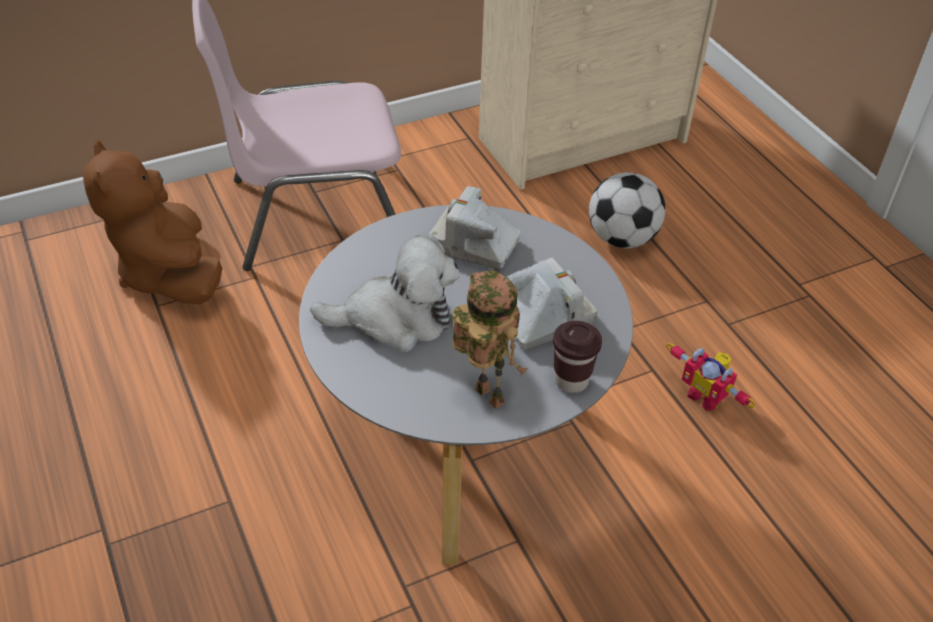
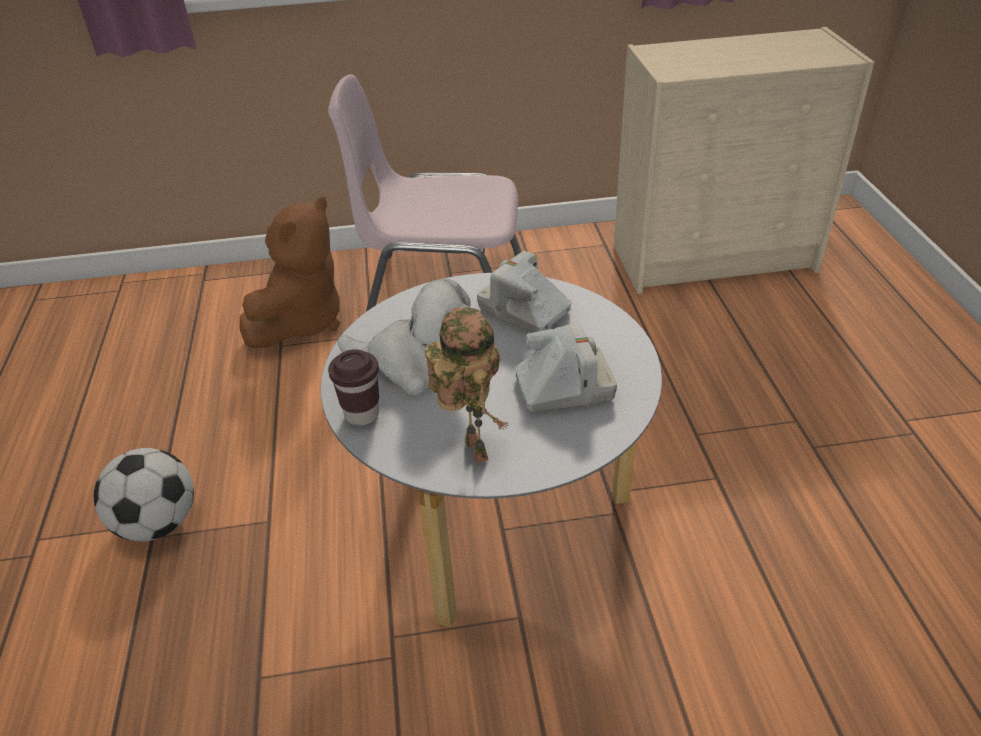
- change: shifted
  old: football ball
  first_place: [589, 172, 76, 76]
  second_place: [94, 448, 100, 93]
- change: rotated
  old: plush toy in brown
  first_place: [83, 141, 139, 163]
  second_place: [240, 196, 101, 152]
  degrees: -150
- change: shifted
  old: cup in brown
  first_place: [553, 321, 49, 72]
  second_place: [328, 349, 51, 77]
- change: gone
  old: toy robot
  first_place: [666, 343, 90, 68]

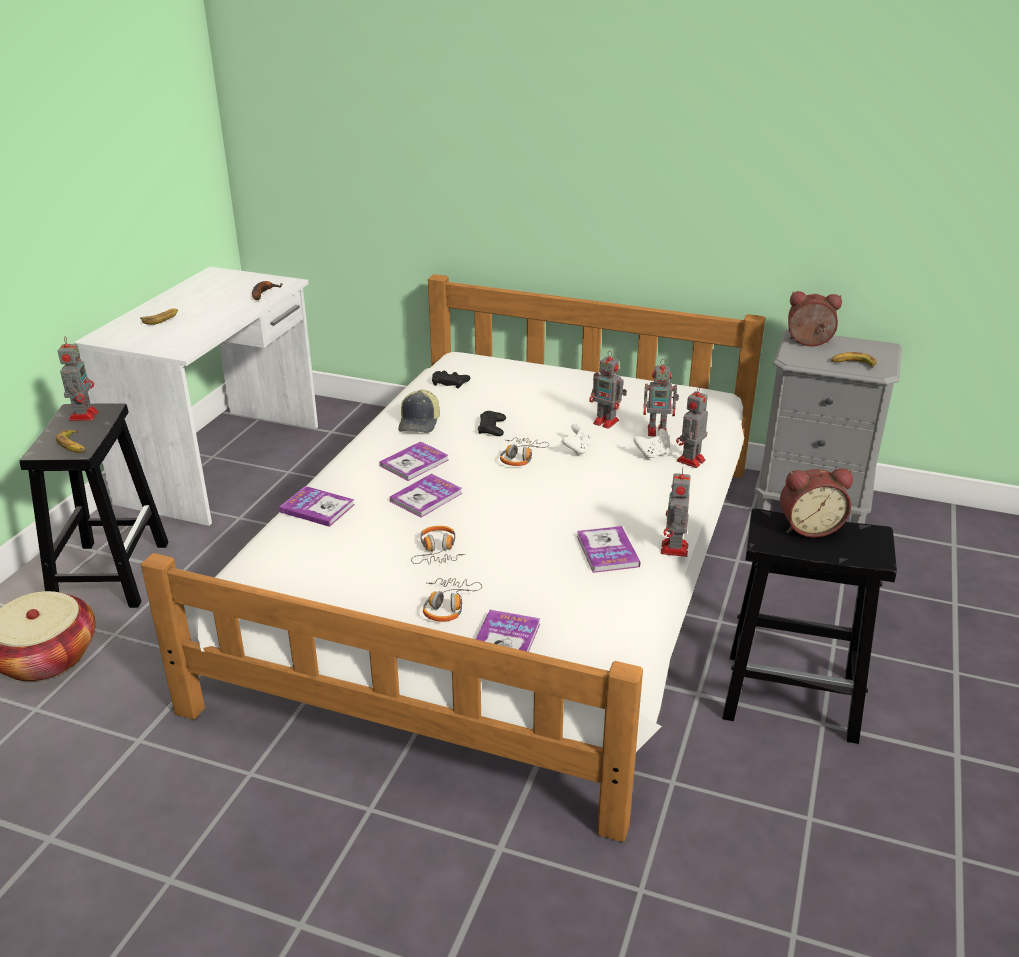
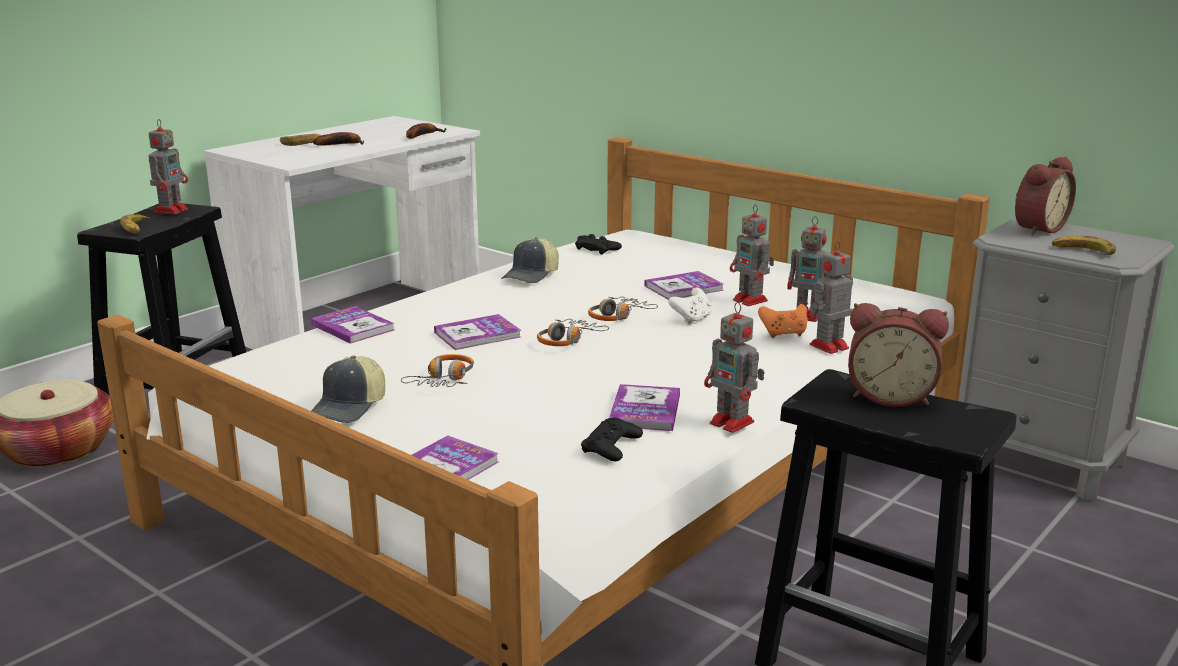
- change: new
  new: baseball cap
  second_place: [311, 355, 74, 68]
- change: new
  new: whole banana
  second_place: [312, 132, 52, 14]
- change: shifted
  old: headphones
  first_place: [423, 578, 59, 44]
  second_place: [537, 319, 72, 27]
- change: shifted
  old: gamepad in black
  first_place: [478, 411, 28, 25]
  second_place: [581, 417, 62, 44]
- change: shifted
  old: volume
  first_place: [379, 442, 69, 39]
  second_place: [644, 271, 80, 29]
- change: rotated
  old: toy robot
  first_place: [661, 468, 30, 89]
  second_place: [704, 302, 61, 131]
  degrees: -75
- change: repainted
  old: gamepad in white
  new: gamepad in orange-coloured
  first_place: [633, 429, 37, 30]
  second_place: [758, 304, 50, 34]
- change: rotated
  old: table clock
  first_place: [788, 291, 54, 56]
  second_place: [1015, 157, 61, 79]
  degrees: 105

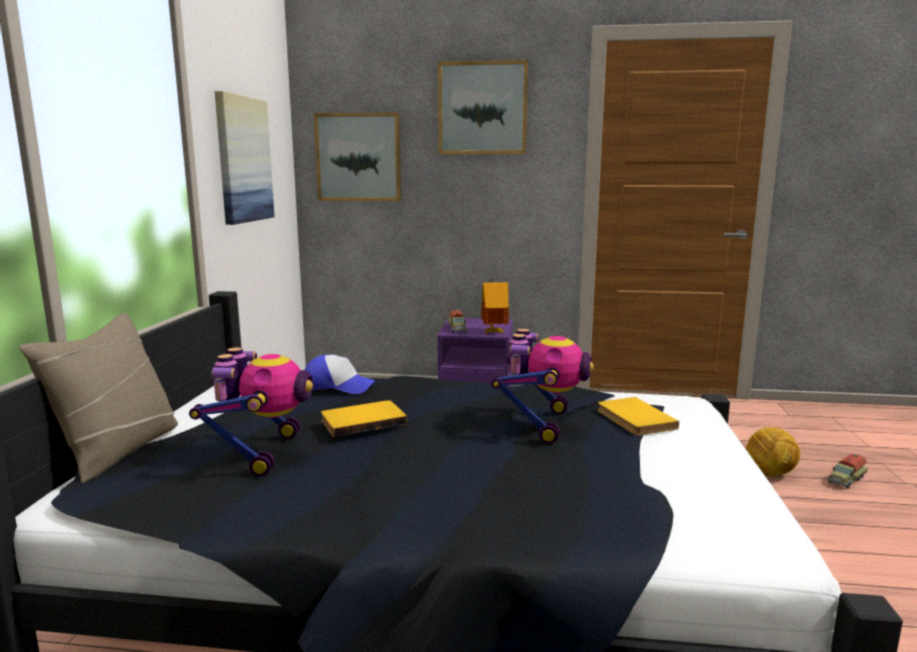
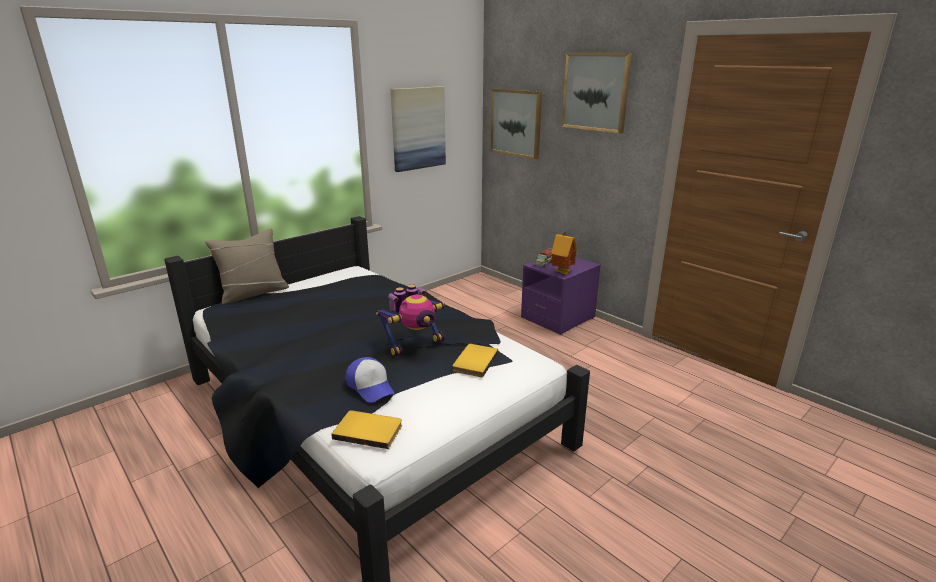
- change: shifted
  old: volume in yellow-coloured
  first_place: [321, 400, 86, 37]
  second_place: [332, 410, 70, 39]
- change: shifted
  old: baseball cap
  first_place: [305, 355, 71, 39]
  second_place: [346, 357, 49, 46]
- change: gone
  old: toy robot
  first_place: [189, 347, 124, 129]
- change: gone
  old: football ball
  first_place: [746, 427, 54, 49]
- change: gone
  old: toy truck
  first_place: [828, 454, 40, 35]

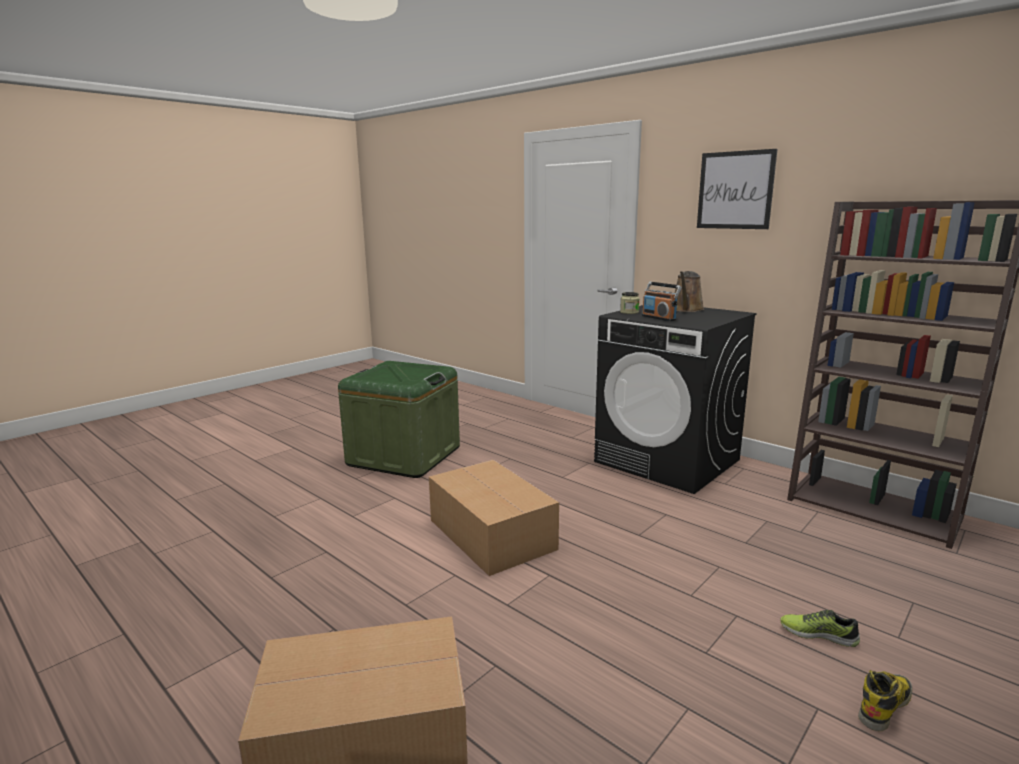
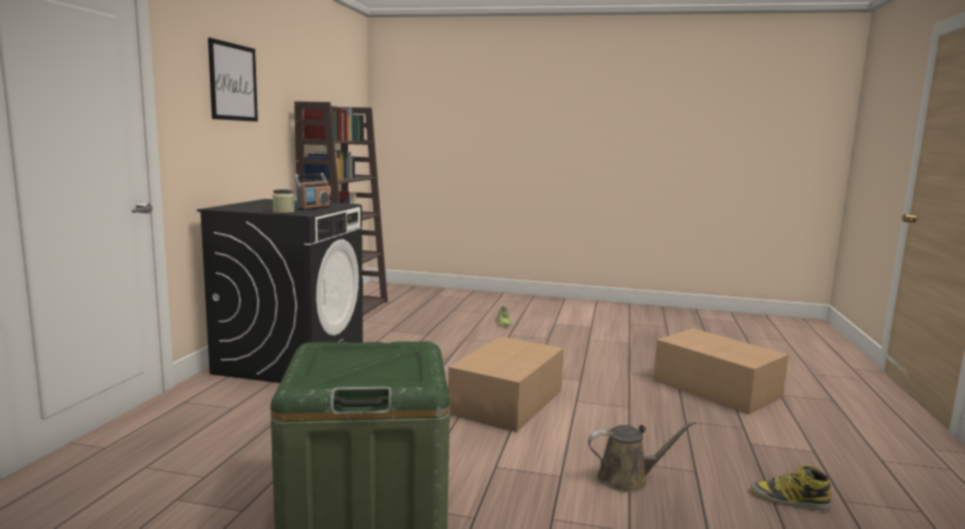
- change: shifted
  old: sprinkling can in brown
  first_place: [675, 271, 29, 41]
  second_place: [588, 421, 108, 72]
- change: shifted
  old: high-top boot
  first_place: [858, 670, 54, 61]
  second_place: [751, 464, 80, 46]

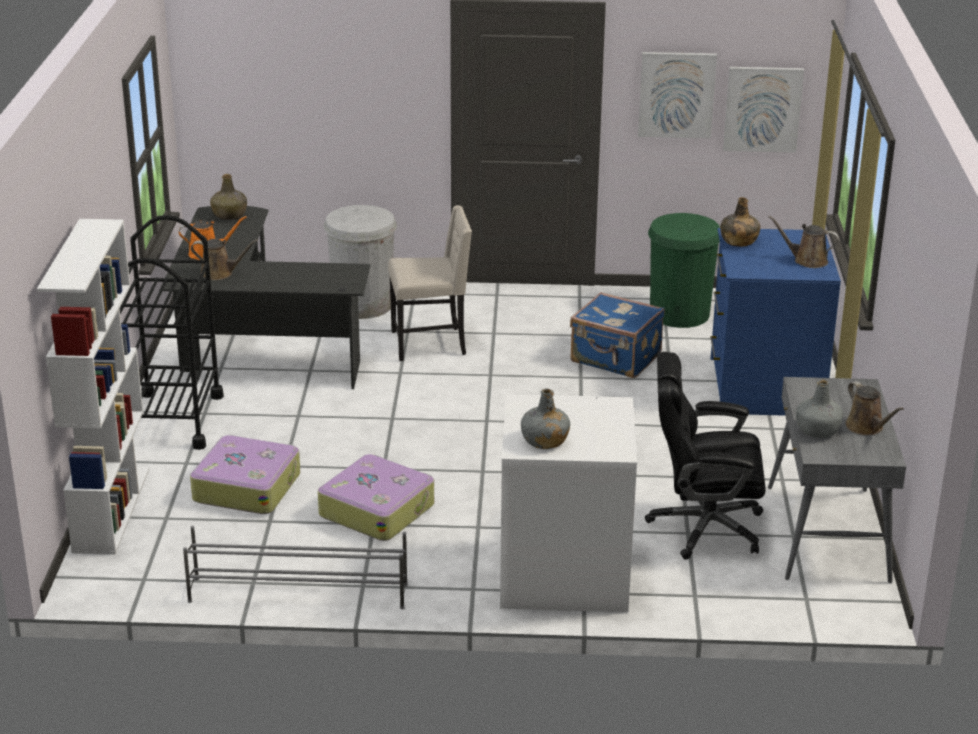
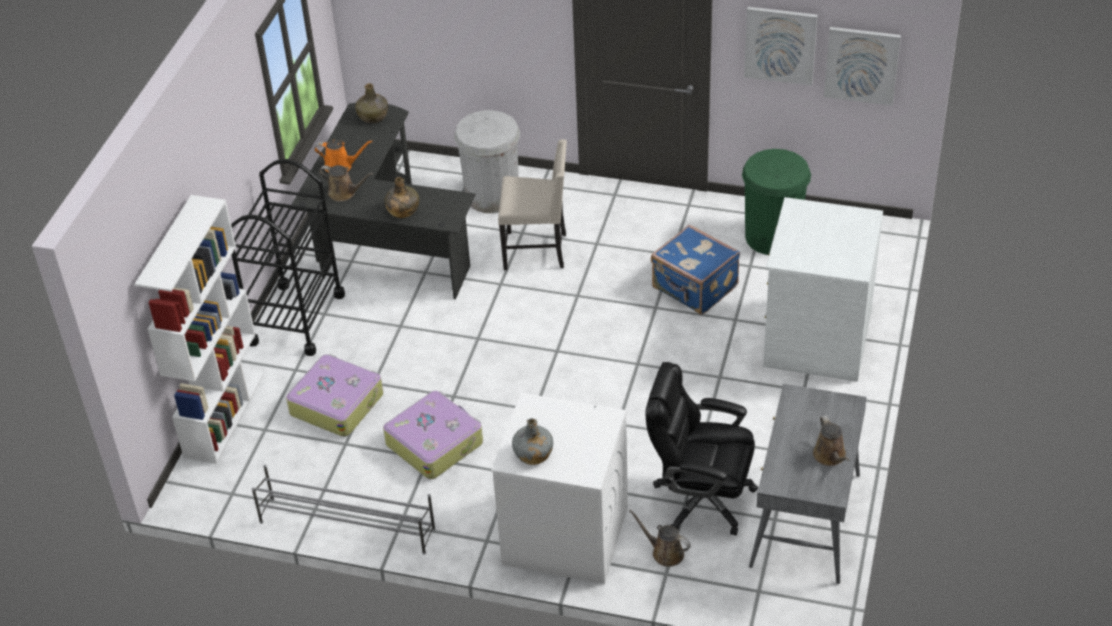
- change: shifted
  old: beverage bottle in green
  first_place: [720, 197, 40, 50]
  second_place: [385, 177, 34, 41]
- change: shifted
  old: sprinkling can in brown
  first_place: [769, 216, 70, 52]
  second_place: [629, 510, 62, 57]
- change: repainted
  old: dresser in blue
  new: dresser in white
  first_place: [710, 228, 131, 188]
  second_place: [763, 197, 120, 185]
- change: gone
  old: beverage bottle in greyish
  first_place: [796, 380, 47, 58]

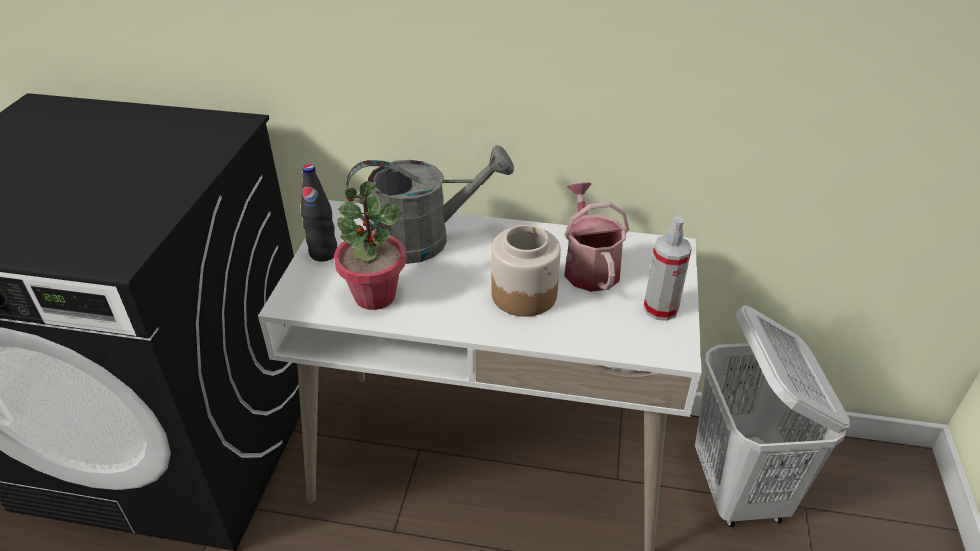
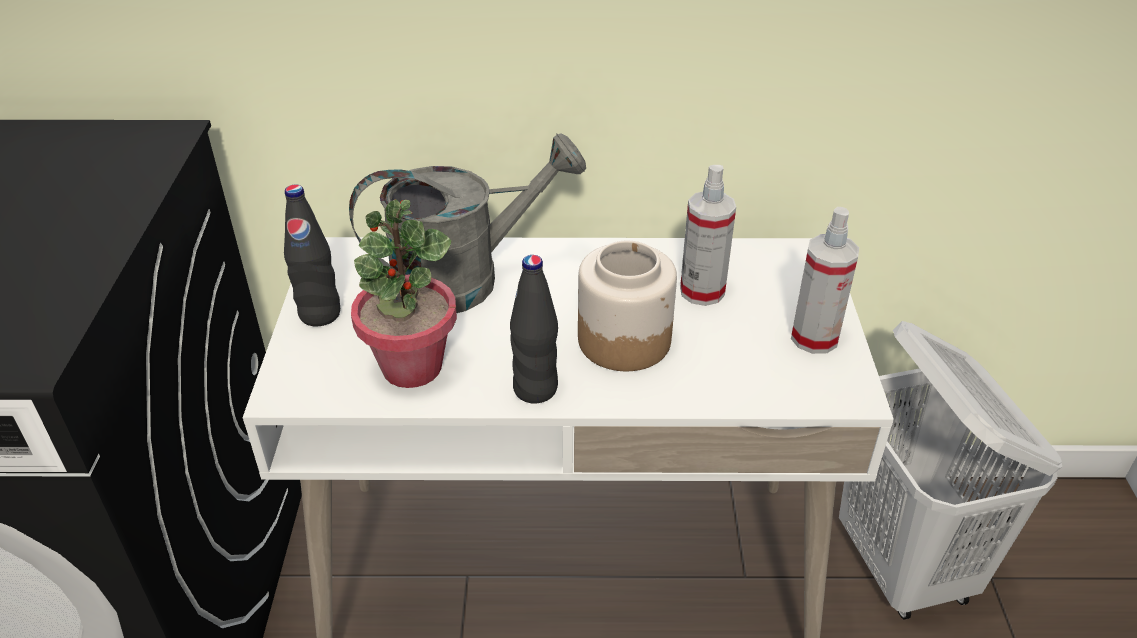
- change: new
  new: beverage bottle in black
  second_place: [510, 255, 48, 149]
- change: swapped
  old: sprinkling can
  new: sprayer
  first_place: [564, 182, 65, 110]
  second_place: [680, 165, 56, 141]

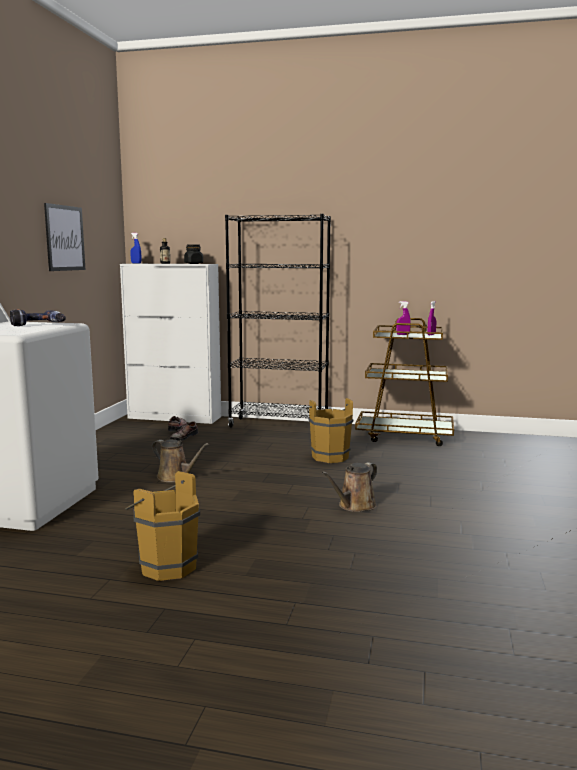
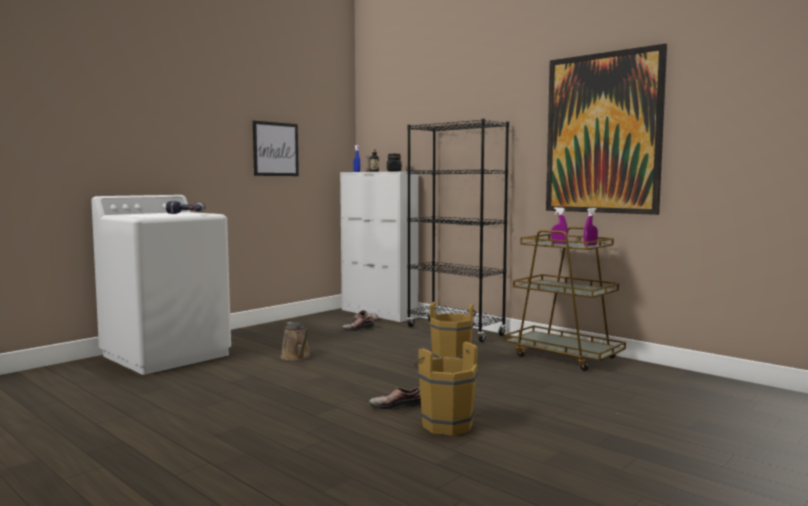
- change: swapped
  old: sprinkling can in brown
  new: item of footwear
  first_place: [321, 462, 57, 50]
  second_place: [369, 387, 52, 23]
- change: shifted
  old: water bucket in brown
  first_place: [126, 471, 74, 110]
  second_place: [414, 342, 64, 94]
- change: new
  new: wall picture
  second_place: [546, 44, 121, 171]

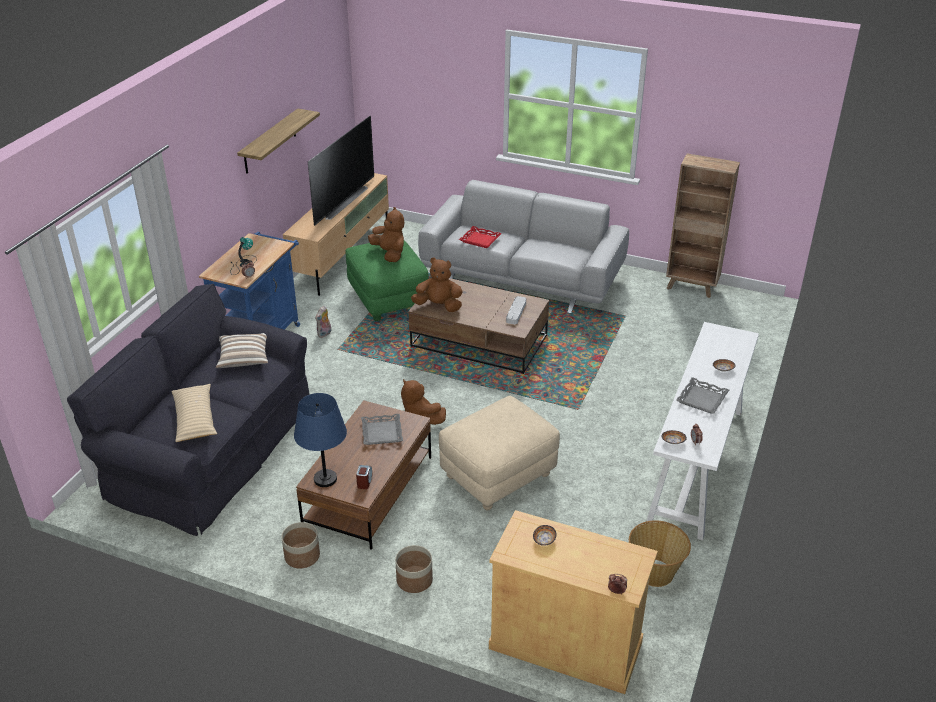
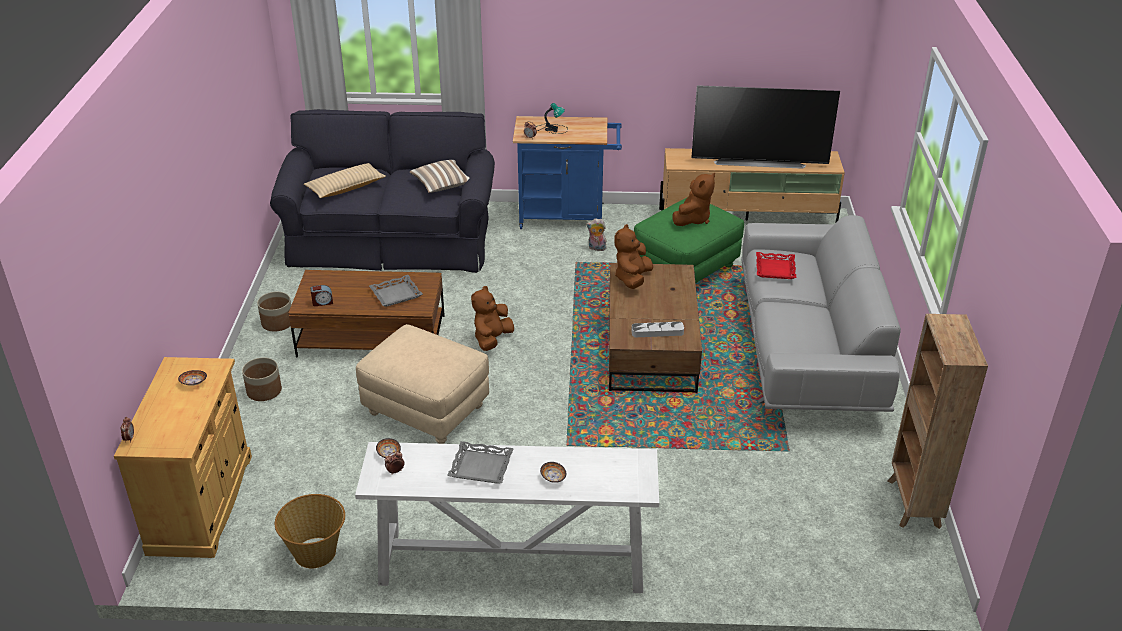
- change: rotated
  old: plush toy in brown
  first_place: [411, 257, 52, 55]
  second_place: [615, 224, 38, 65]
  degrees: -150
- change: gone
  old: bracket shelf
  first_place: [237, 108, 83, 66]
- change: gone
  old: table lamp in blue
  first_place: [294, 393, 53, 94]

